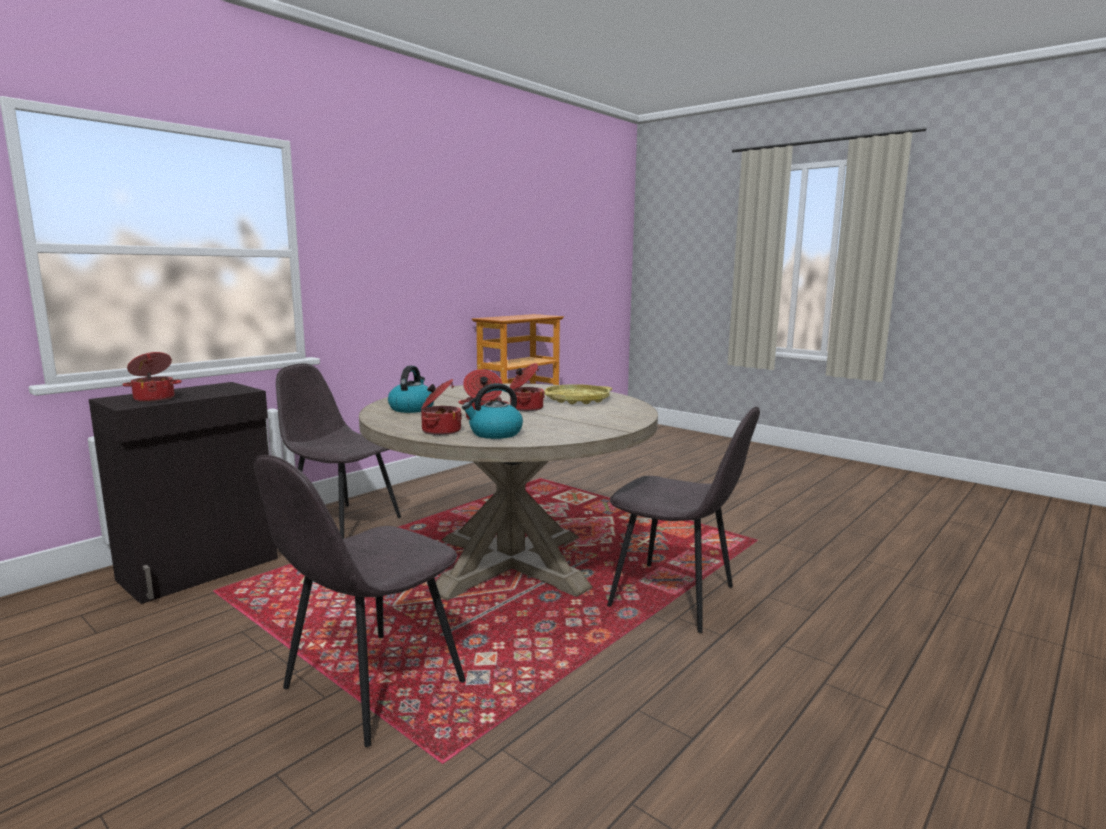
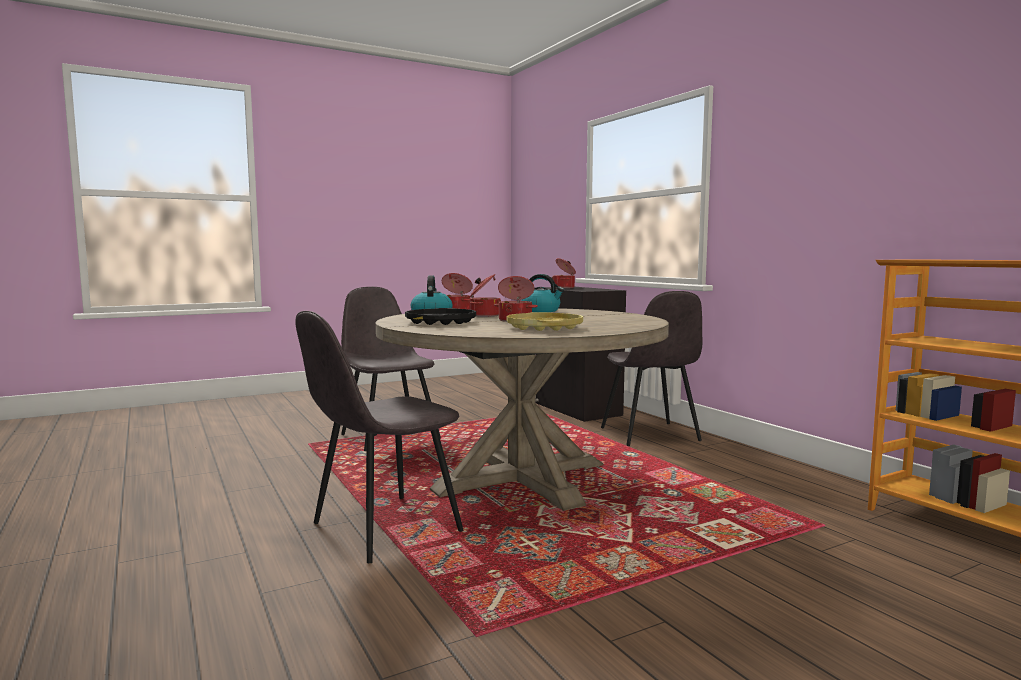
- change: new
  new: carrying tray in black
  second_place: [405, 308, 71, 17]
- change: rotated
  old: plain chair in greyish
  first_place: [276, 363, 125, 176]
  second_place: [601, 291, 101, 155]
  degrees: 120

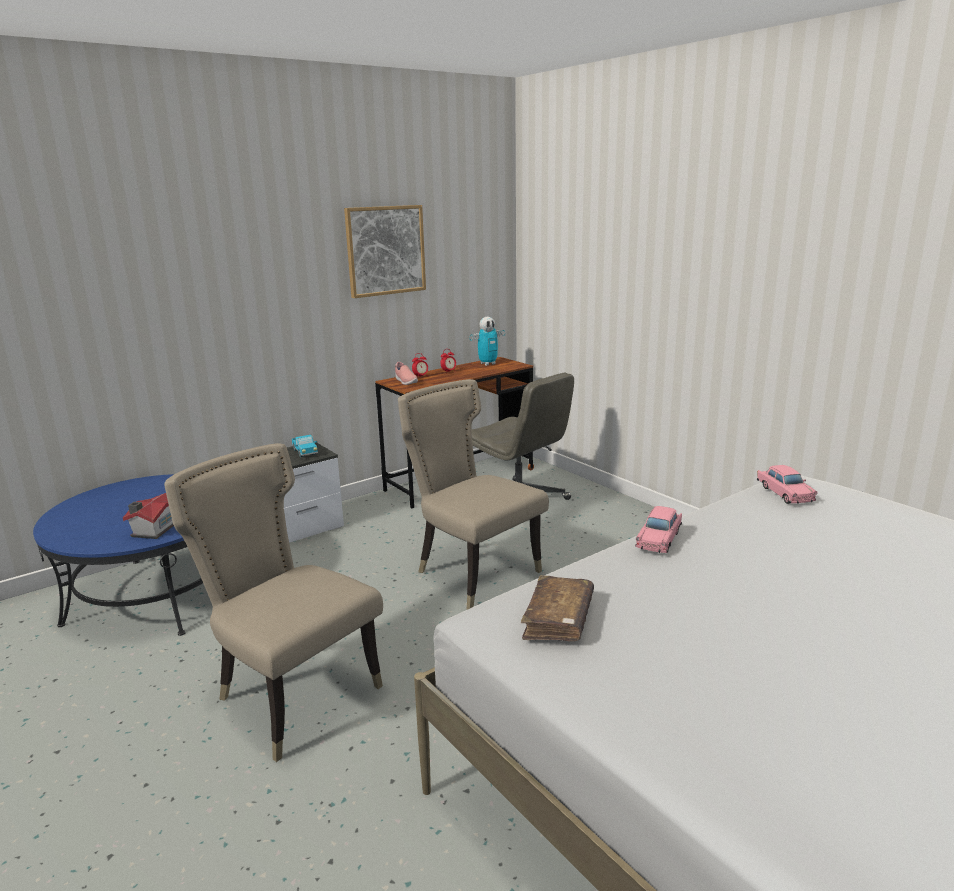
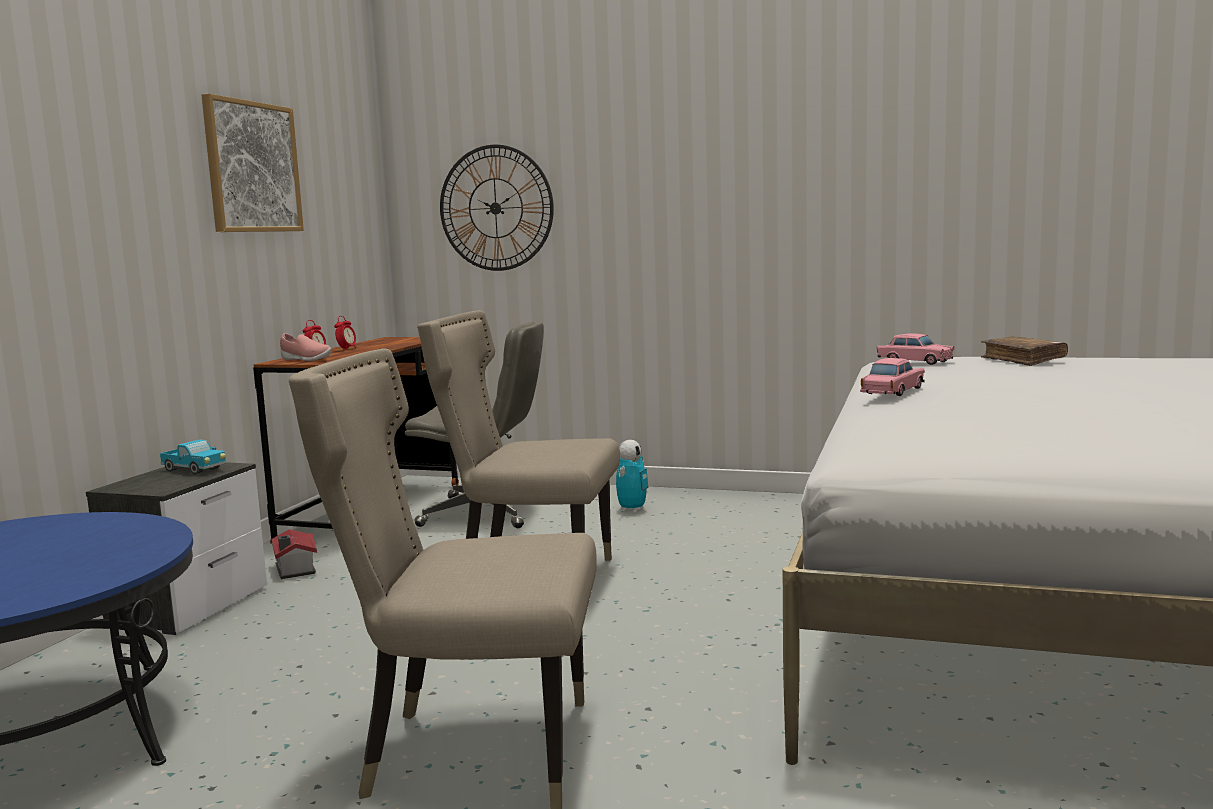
- change: shifted
  old: toy house
  first_place: [123, 493, 51, 46]
  second_place: [270, 529, 47, 50]
- change: new
  new: clock on the wall
  second_place: [440, 145, 114, 126]
- change: shifted
  old: toy robot
  first_place: [470, 317, 35, 49]
  second_place: [616, 440, 32, 73]
- change: rotated
  old: toy car in pinkish
  first_place: [635, 506, 47, 47]
  second_place: [860, 358, 65, 38]
  degrees: -135
- change: shifted
  old: volume in brown
  first_place: [521, 575, 73, 66]
  second_place: [981, 336, 87, 30]

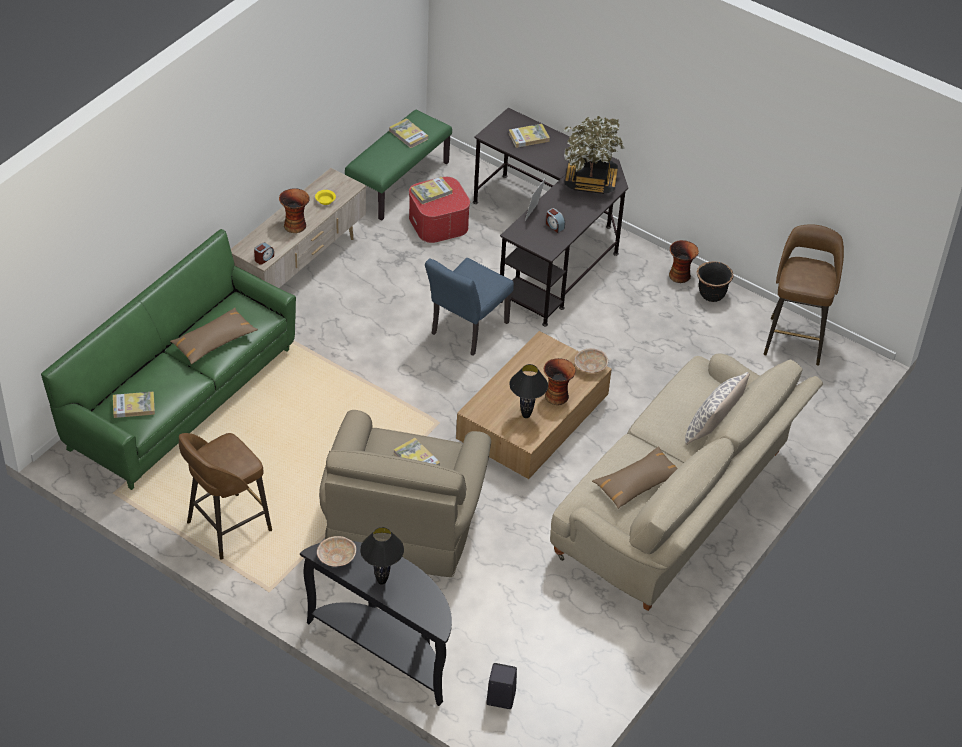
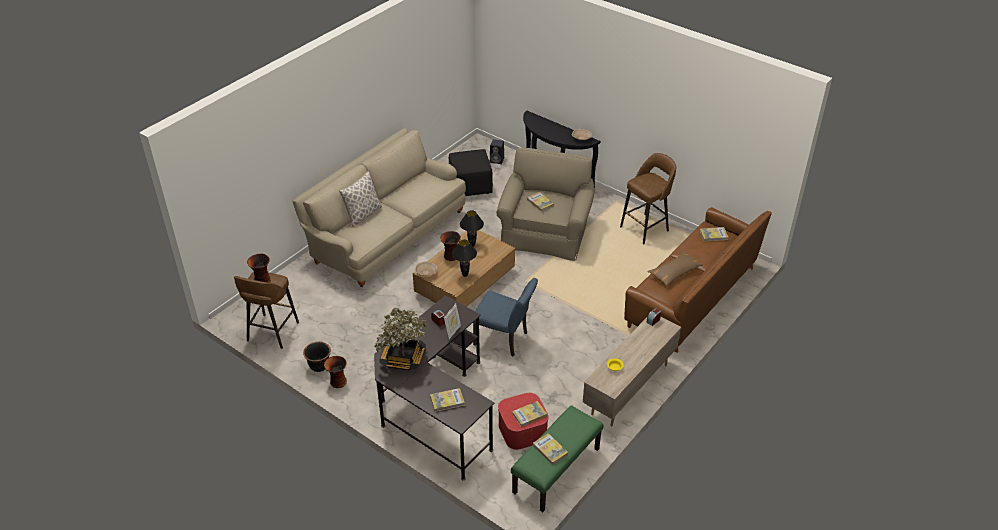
- change: shifted
  old: decorative vase
  first_place: [279, 188, 31, 45]
  second_place: [247, 254, 24, 29]
- change: new
  new: ottoman in black
  second_place: [449, 149, 44, 47]
- change: shifted
  old: table lamp in black
  first_place: [360, 527, 44, 58]
  second_place: [452, 240, 25, 37]
- change: rotated
  old: plain chair in blue
  first_place: [425, 258, 89, 98]
  second_place: [473, 278, 65, 79]
  degrees: 75
- change: repainted
  old: settee in green
  new: settee in brown
  first_place: [41, 229, 255, 261]
  second_place: [624, 207, 148, 146]
- change: gone
  old: cushion in brown
  first_place: [592, 446, 86, 63]

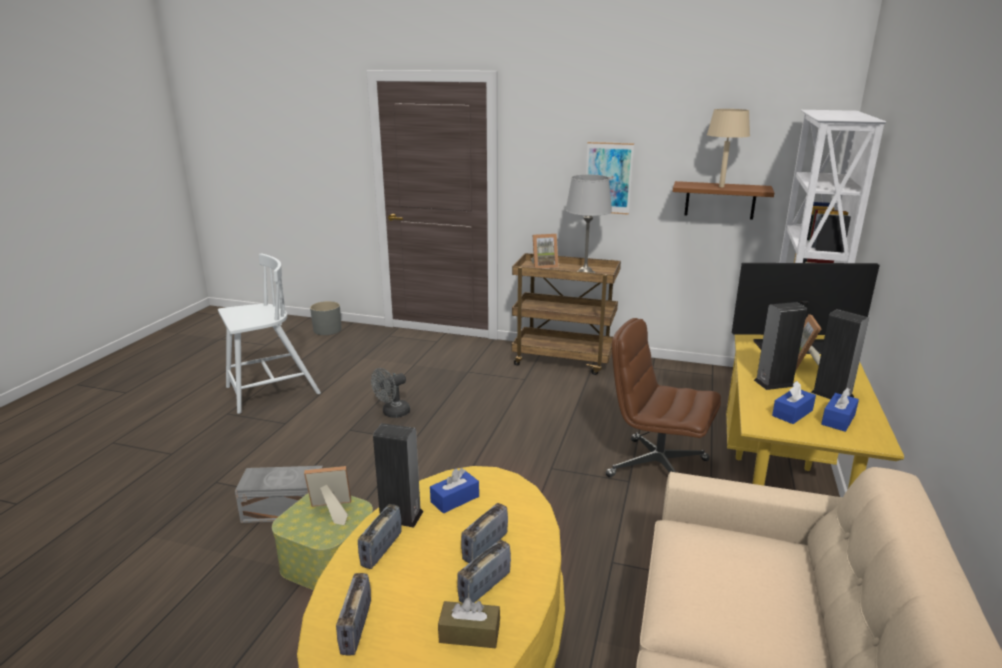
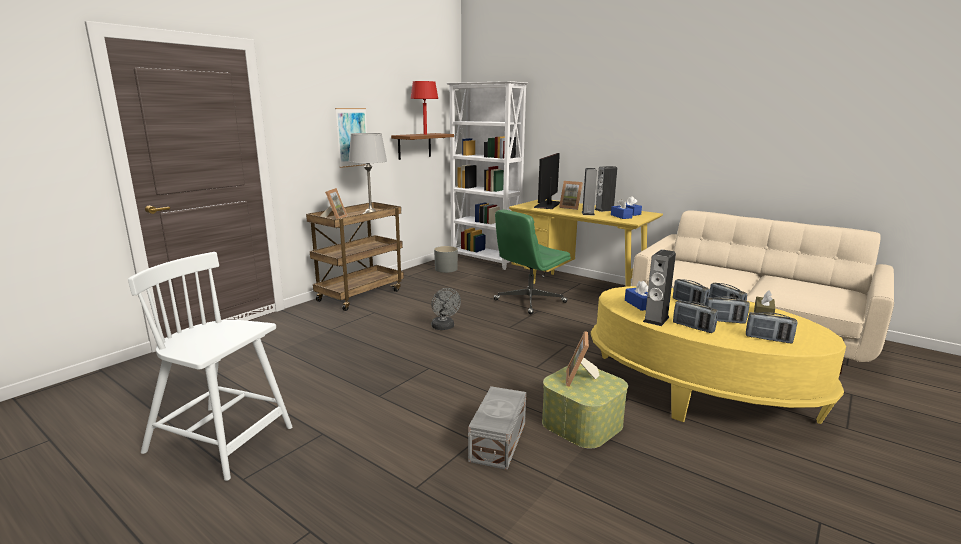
- change: rotated
  old: plain chair in white
  first_place: [218, 253, 103, 161]
  second_place: [128, 252, 164, 229]
  degrees: -60
- change: repainted
  old: table lamp in beige
  new: table lamp in red-coloured
  first_place: [707, 109, 43, 78]
  second_place: [410, 81, 28, 54]
- change: shifted
  old: cooling fan in greyish
  first_place: [371, 368, 39, 50]
  second_place: [431, 288, 30, 42]
- change: shifted
  old: planter in greyish
  first_place: [310, 301, 32, 34]
  second_place: [434, 246, 24, 27]
- change: repainted
  old: desk chair in brown
  new: desk chair in green
  first_place: [606, 318, 115, 160]
  second_place: [494, 209, 77, 106]
- change: new
  new: radio set
  second_place: [705, 297, 45, 27]

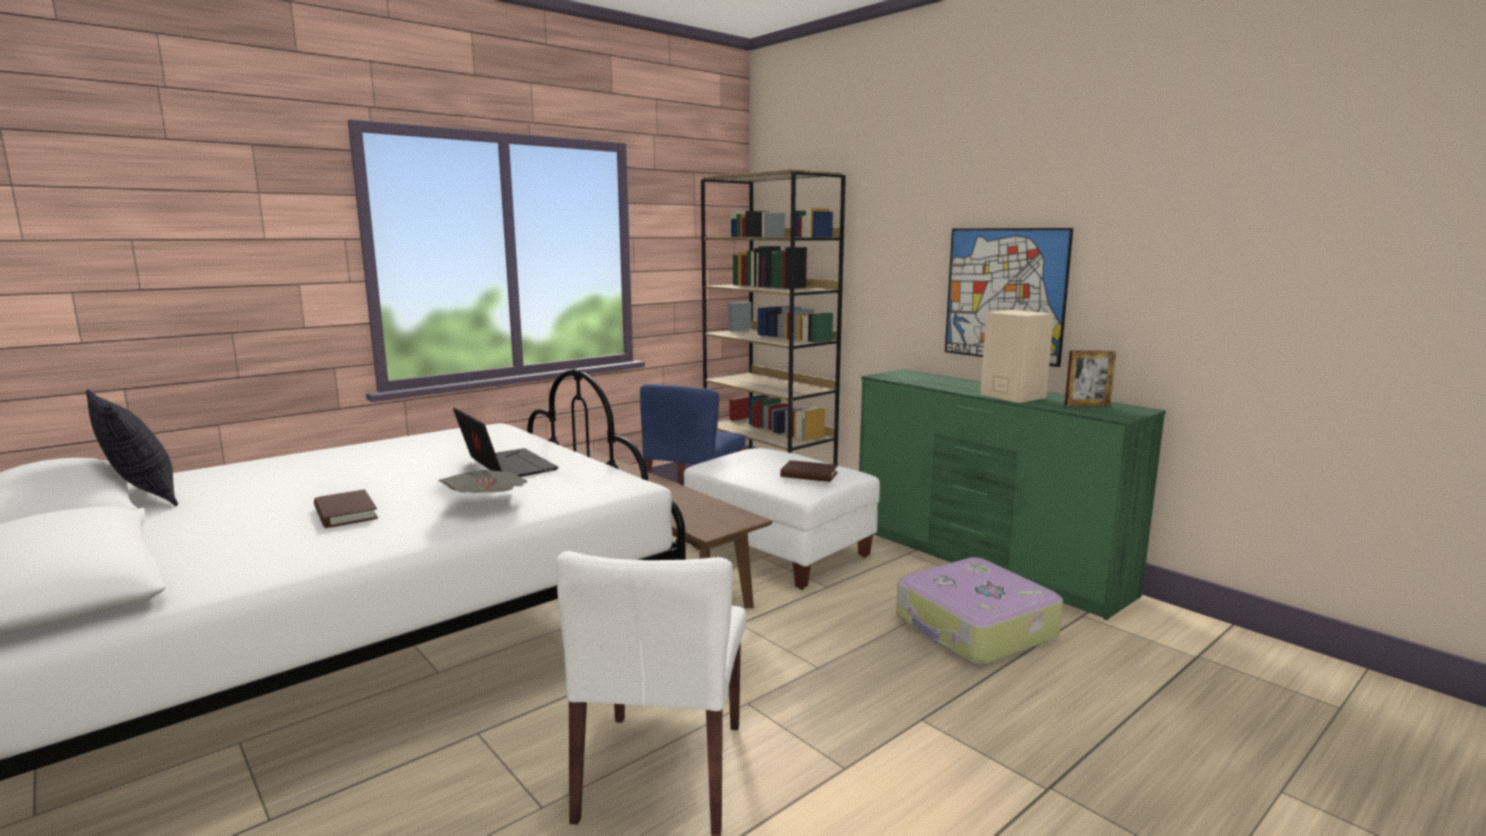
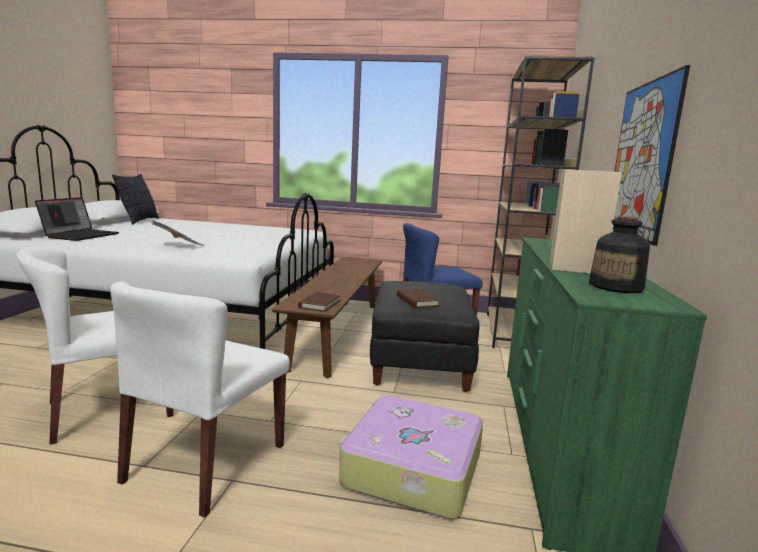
- change: shifted
  old: laptop
  first_place: [453, 407, 106, 70]
  second_place: [35, 197, 84, 44]
- change: new
  new: plain chair in white
  second_place: [110, 281, 180, 237]
- change: shifted
  old: volume in brown
  first_place: [314, 489, 64, 39]
  second_place: [298, 292, 43, 20]
- change: repainted
  old: ottoman in white
  new: ottoman in black
  first_place: [684, 448, 196, 142]
  second_place: [370, 281, 110, 111]
- change: swapped
  old: picture frame
  new: beverage bottle
  first_place: [1065, 351, 51, 55]
  second_place: [589, 216, 61, 77]

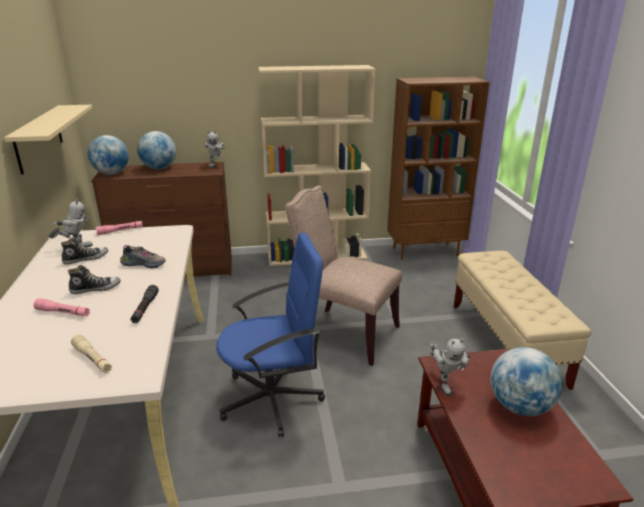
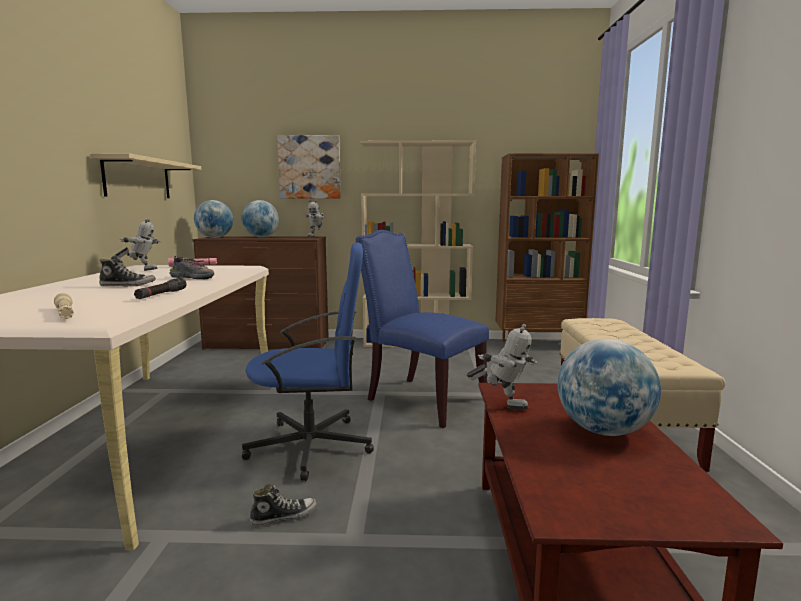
- change: shifted
  old: item of footwear
  first_place: [61, 237, 47, 27]
  second_place: [250, 484, 67, 43]
- change: new
  new: wall picture
  second_place: [277, 135, 64, 64]
- change: repainted
  old: plain chair in beige
  new: plain chair in blue
  first_place: [285, 185, 117, 181]
  second_place: [356, 230, 133, 198]
- change: rotated
  old: toy robot
  first_place: [431, 338, 39, 58]
  second_place: [467, 324, 71, 86]
  degrees: -60
- change: gone
  old: flashlight in pinkish
  first_place: [33, 298, 57, 18]

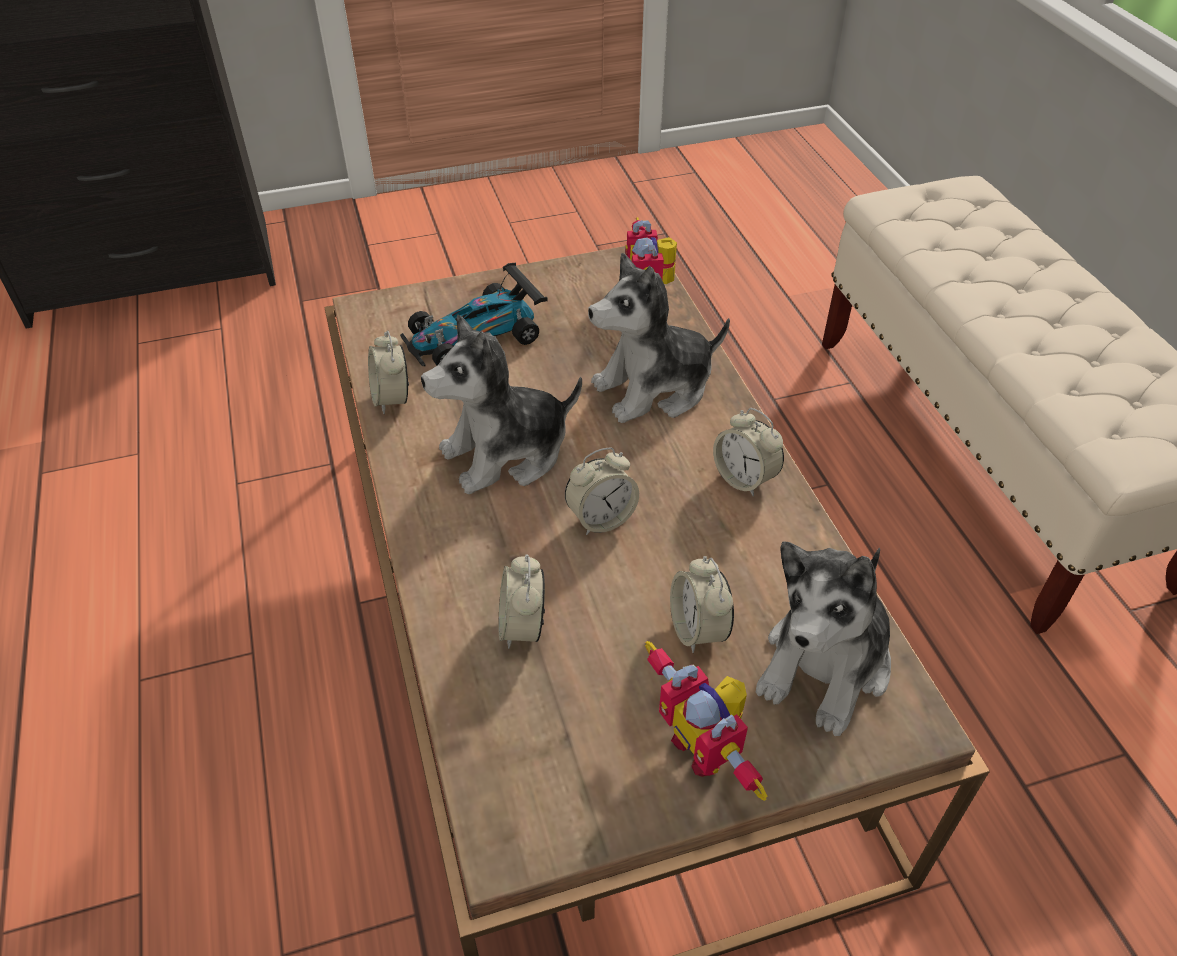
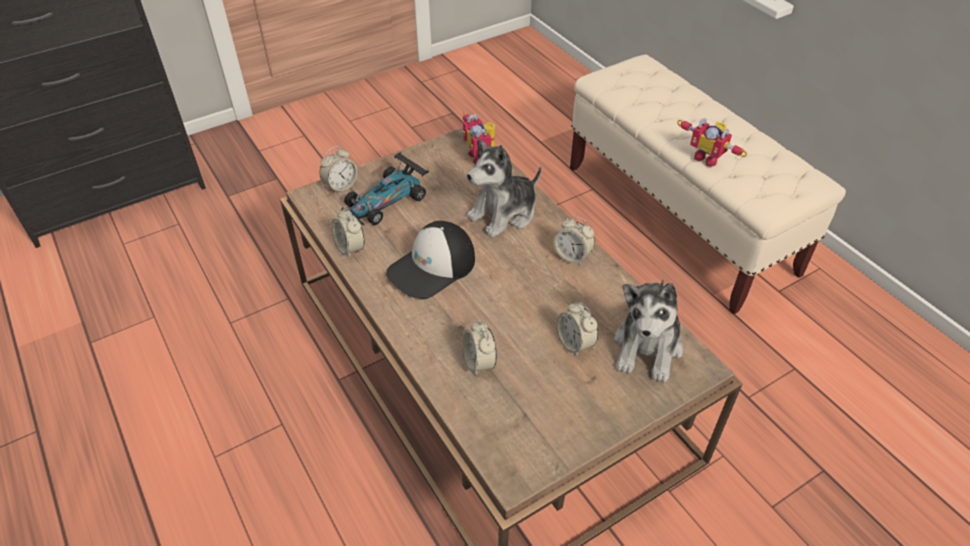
- change: shifted
  old: table clock
  first_place: [565, 447, 74, 88]
  second_place: [320, 146, 38, 47]
- change: swapped
  old: plush toy
  new: baseball cap
  first_place: [421, 315, 161, 179]
  second_place: [386, 221, 89, 78]
- change: shifted
  old: toy robot
  first_place: [645, 641, 123, 160]
  second_place: [677, 118, 70, 49]

